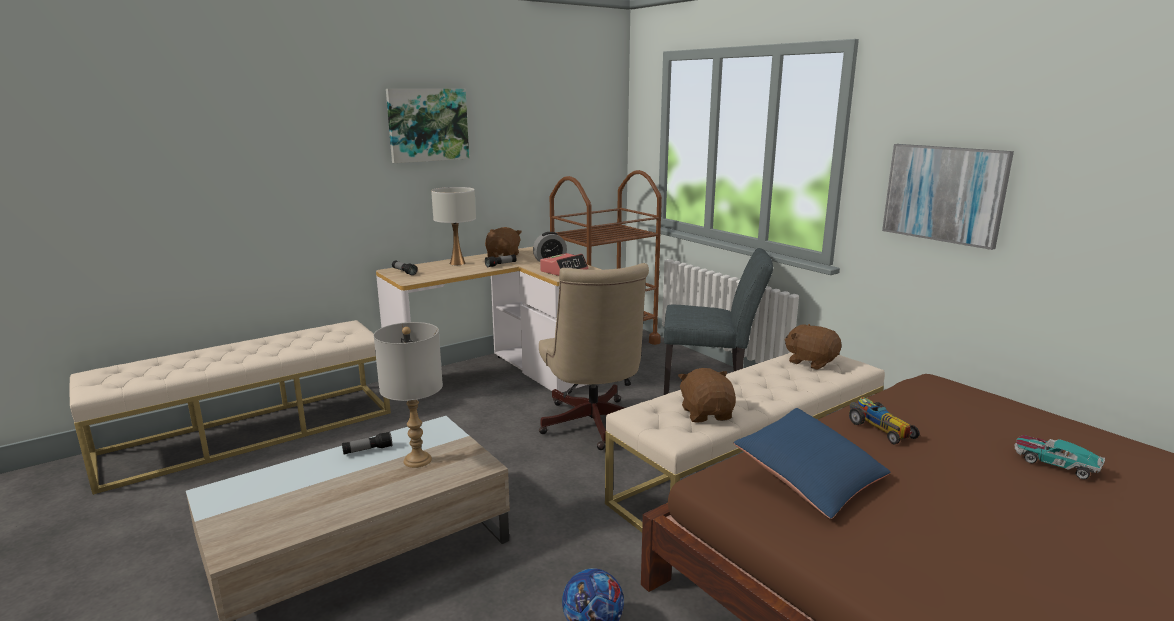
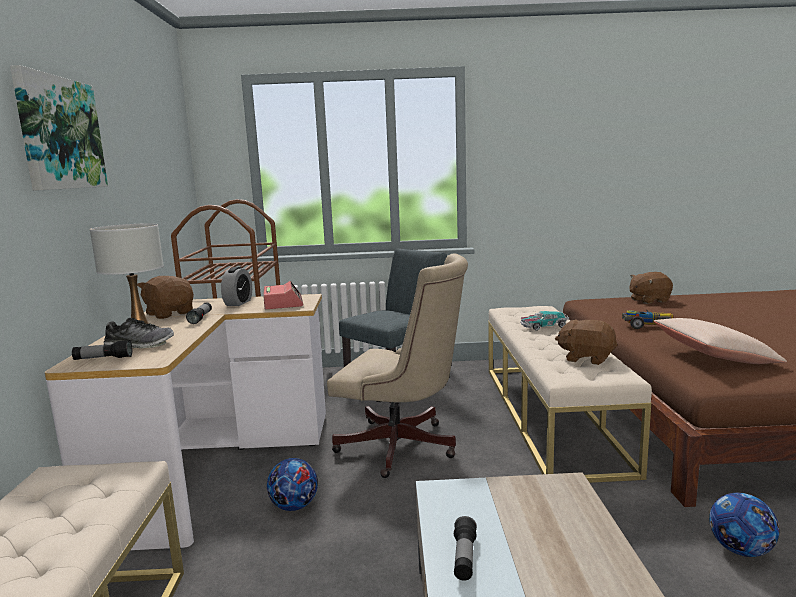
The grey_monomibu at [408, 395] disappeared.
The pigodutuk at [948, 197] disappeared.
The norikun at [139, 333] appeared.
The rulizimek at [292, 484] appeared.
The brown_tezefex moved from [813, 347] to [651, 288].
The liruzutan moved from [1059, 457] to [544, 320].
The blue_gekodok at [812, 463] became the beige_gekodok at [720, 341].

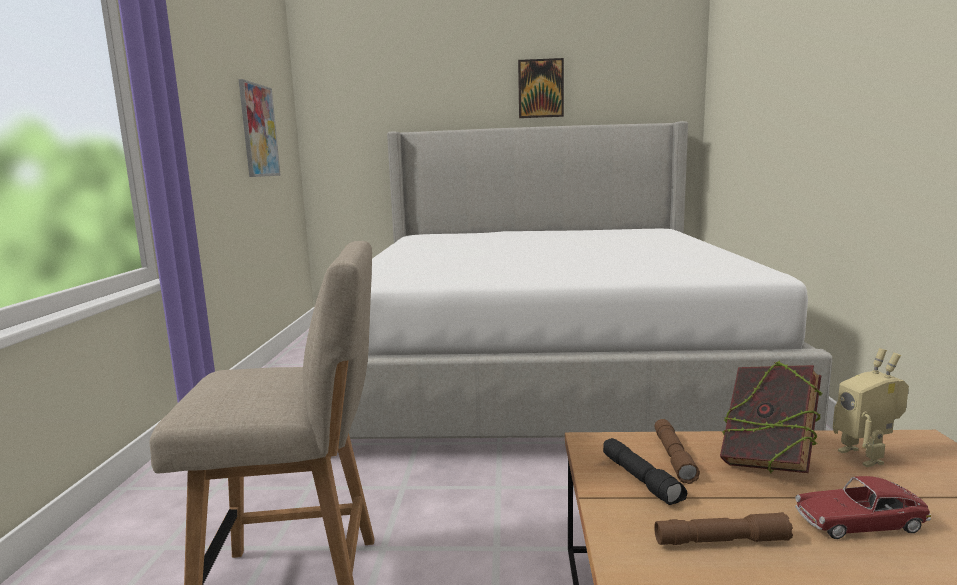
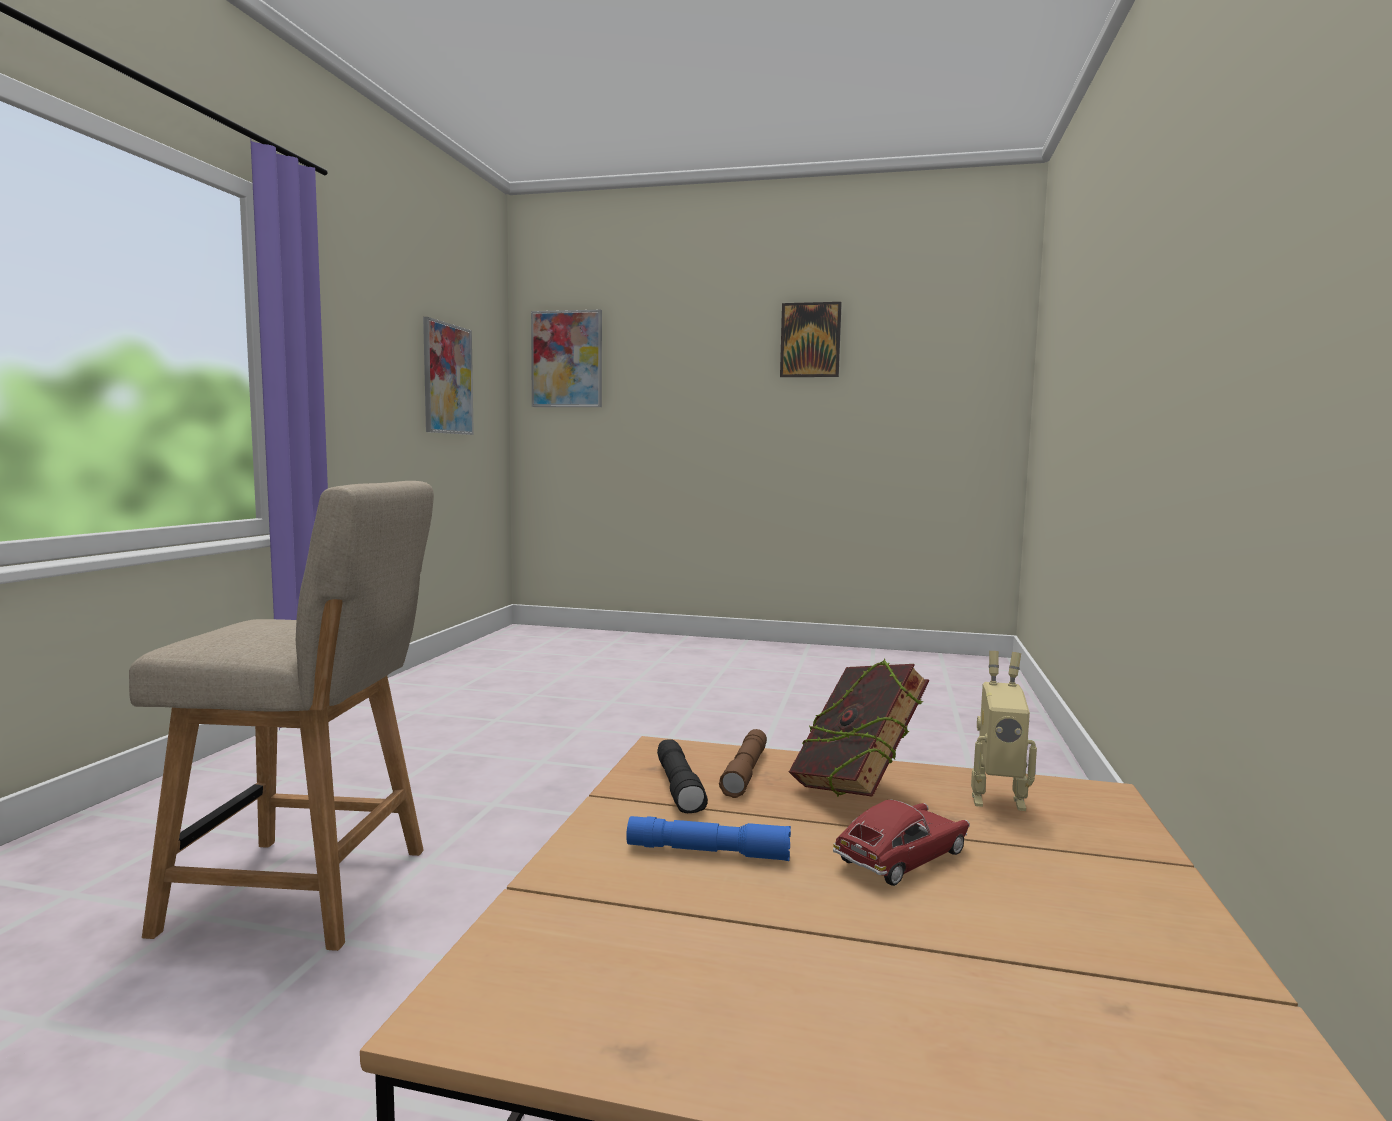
The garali at [582, 289] disappeared.
The pigodutuk at [566, 358] appeared.
The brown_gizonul at [723, 528] became the blue_gizonul at [708, 838].
The liruzutan at [863, 507] turned 135 degrees clockwise.
The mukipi at [871, 407] turned 75 degrees counterclockwise.

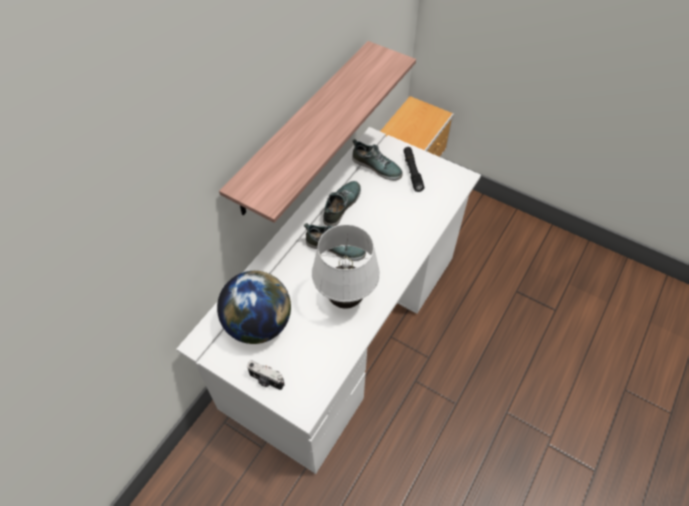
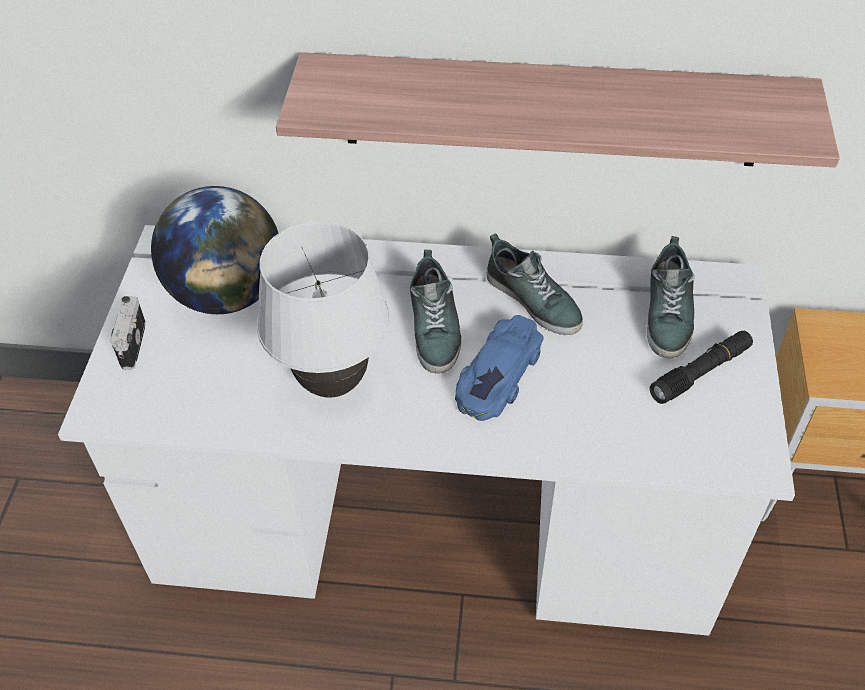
The blue_liruzutan at [499, 368] appeared.
The norikun at [342, 204] turned 45 degrees clockwise.

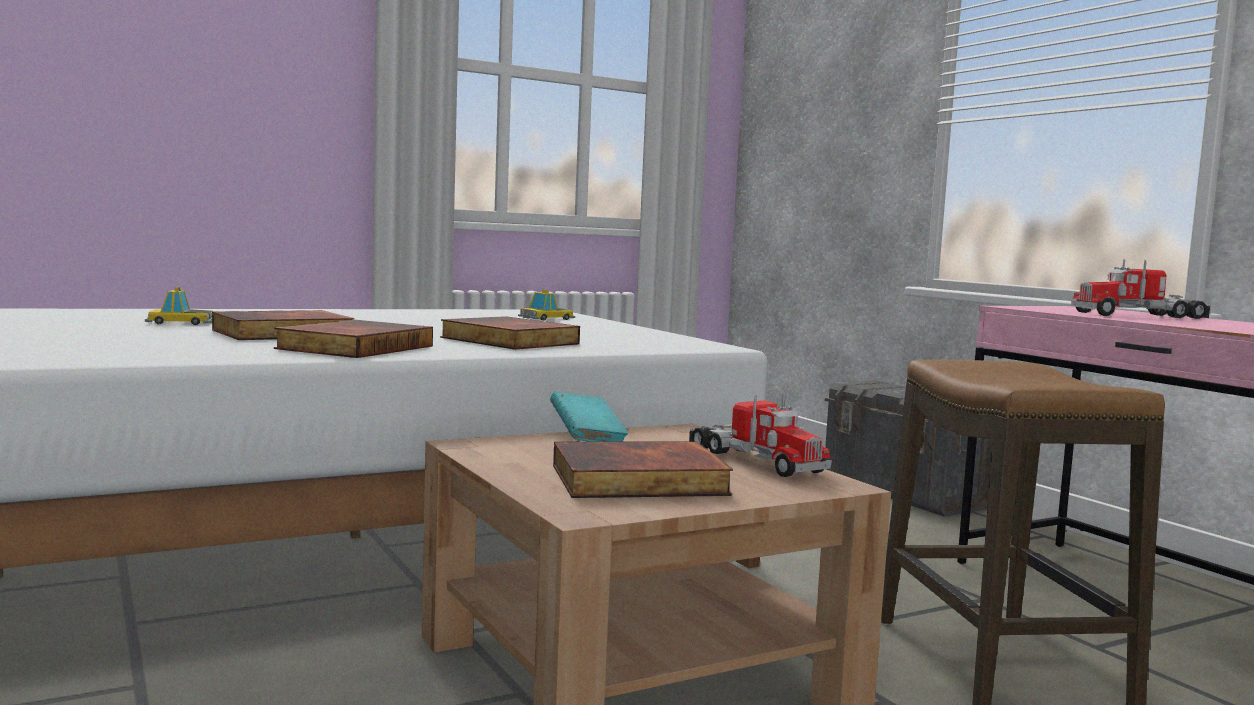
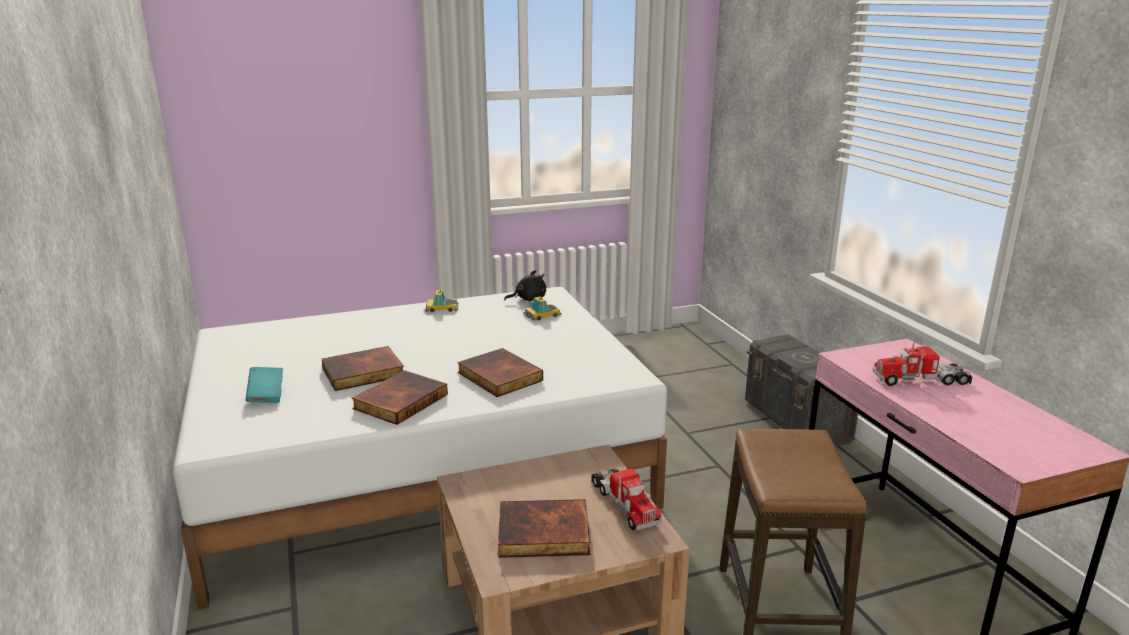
The black_tezefex at [525, 285] appeared.
The liruzutan moved from [179, 306] to [442, 300].
The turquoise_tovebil moved from [589, 417] to [264, 385].

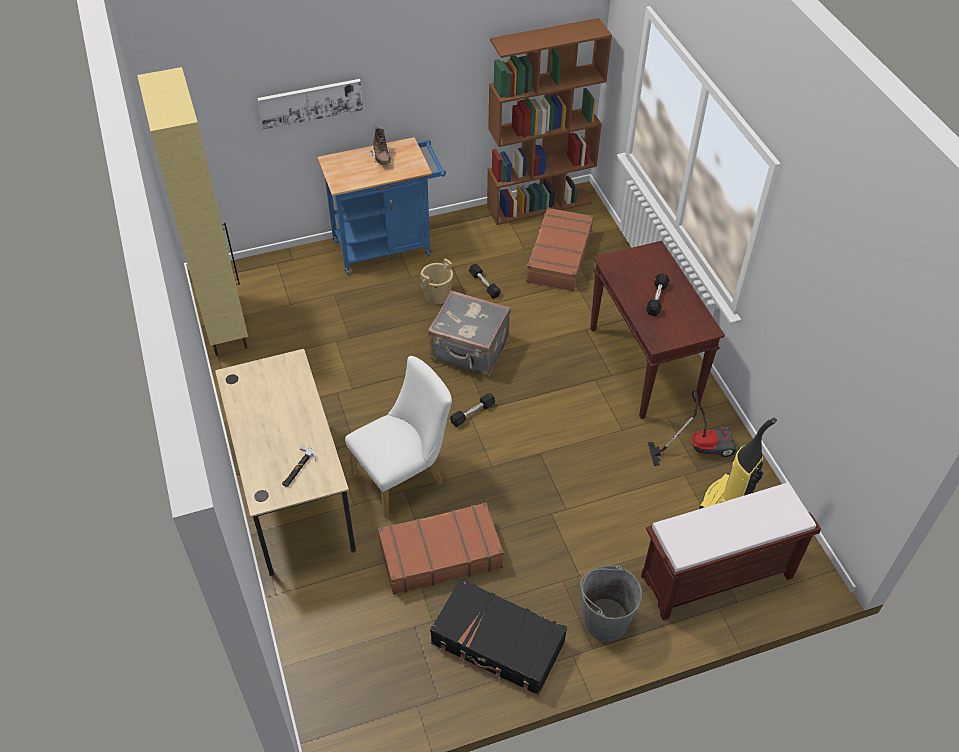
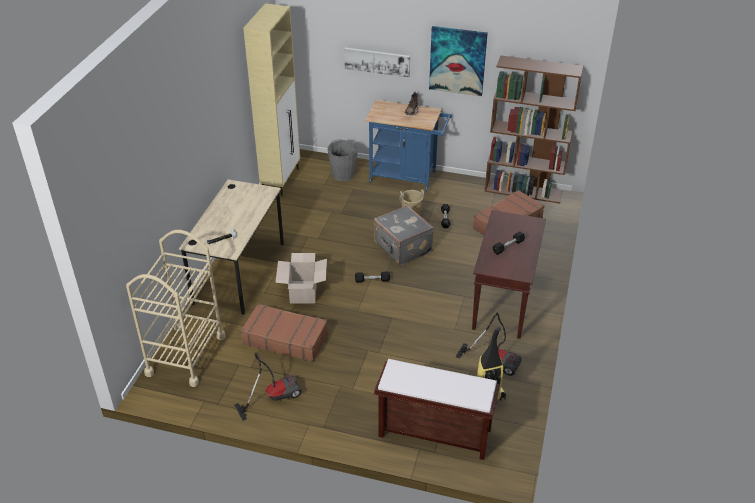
The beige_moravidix at [176, 308] appeared.
The pigodutuk at [458, 61] appeared.
The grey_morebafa moved from [611, 603] to [342, 160].
The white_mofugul at [398, 437] was replaced by the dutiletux at [301, 278].
The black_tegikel at [498, 636] was replaced by the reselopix at [268, 386].

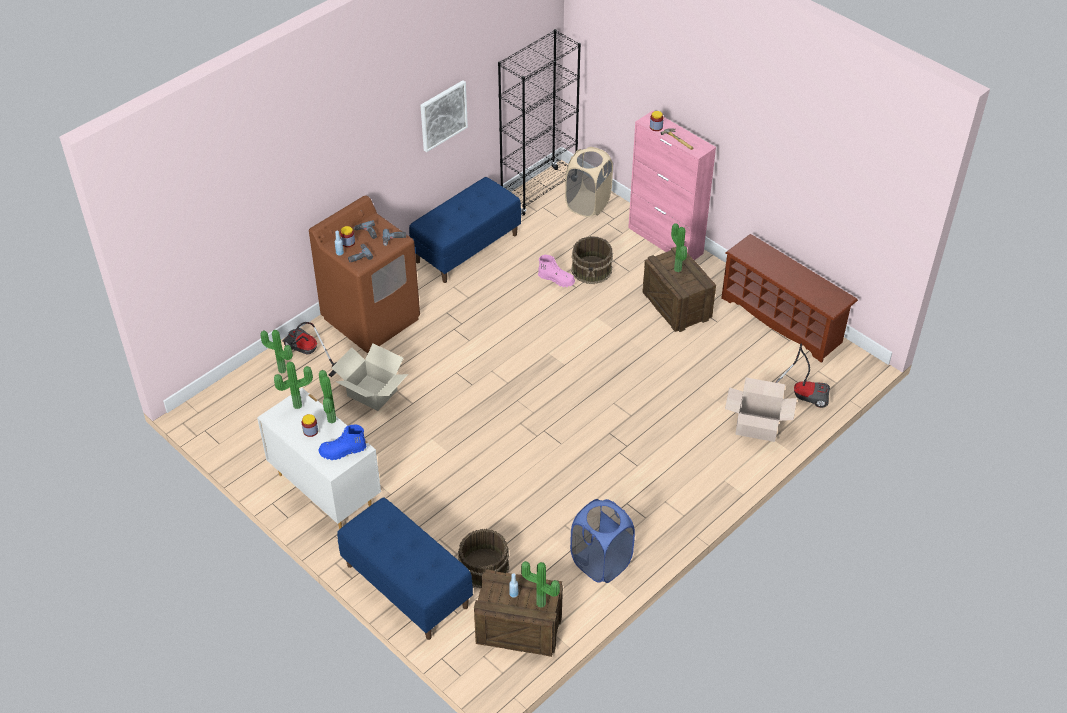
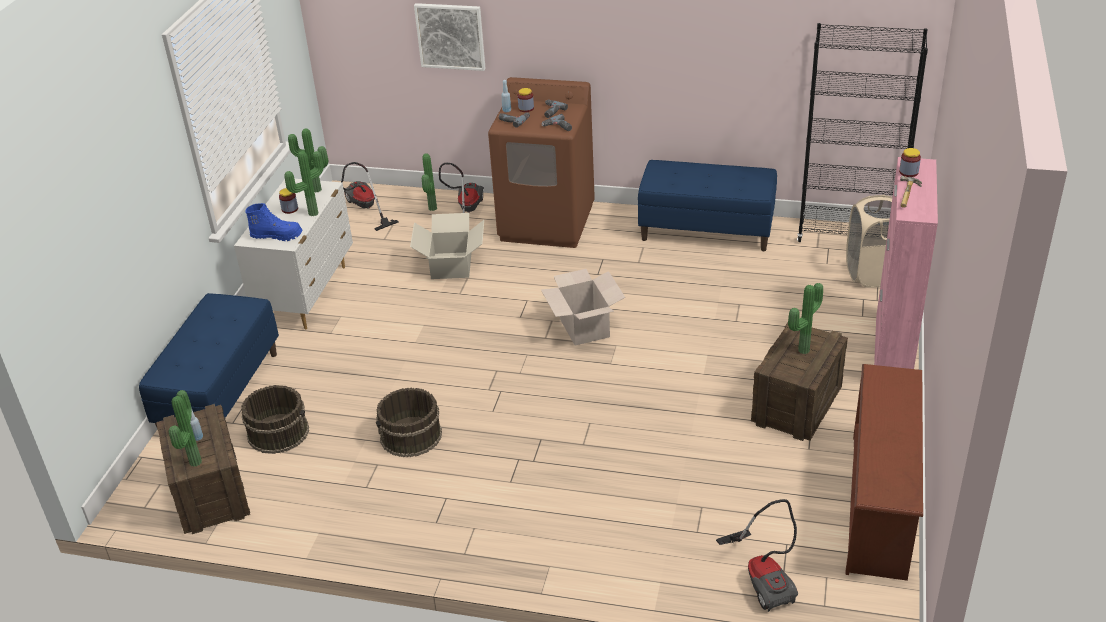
The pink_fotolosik at [556, 271] disappeared.
The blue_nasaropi at [602, 541] disappeared.
The reselopix at [370, 196] appeared.
The pigodutuk moved from [444, 116] to [450, 37].
The brown_morebafa moved from [592, 260] to [409, 422].
The dutiletux moved from [761, 409] to [583, 307].
The blue_fotolosik at [342, 442] turned 135 degrees clockwise.

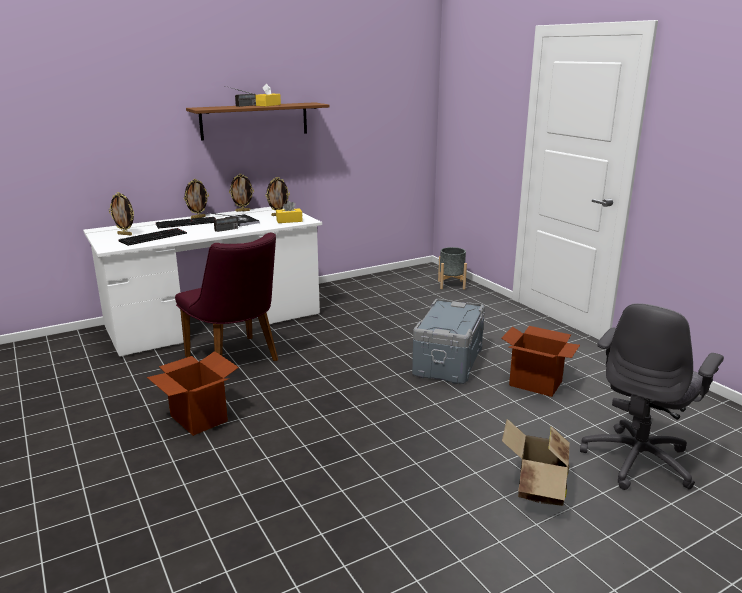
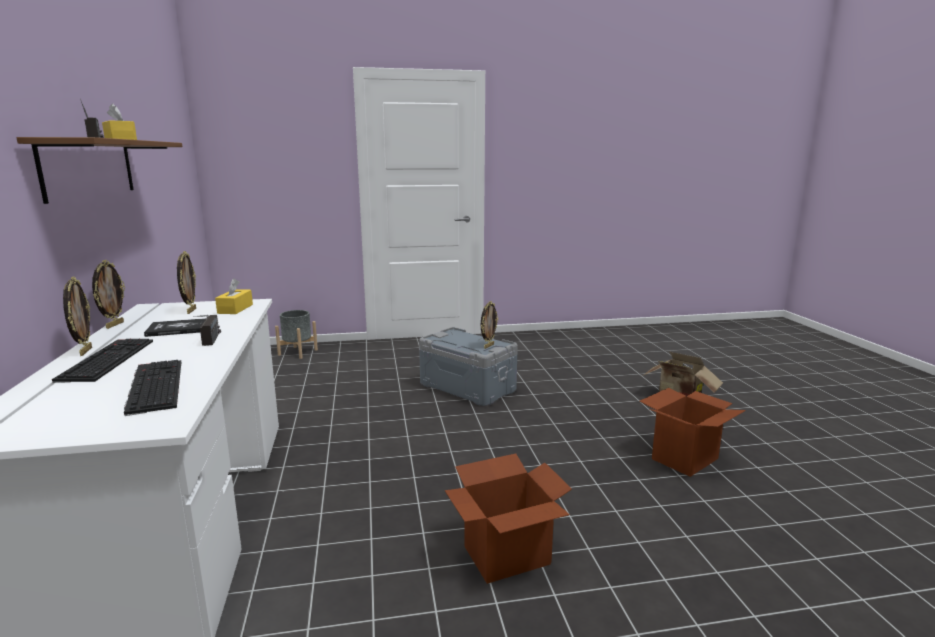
The purple_mofugul at [226, 297] disappeared.
The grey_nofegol at [652, 396] disappeared.
The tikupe moved from [121, 213] to [489, 325].
The dutiletux moved from [540, 361] to [692, 432].

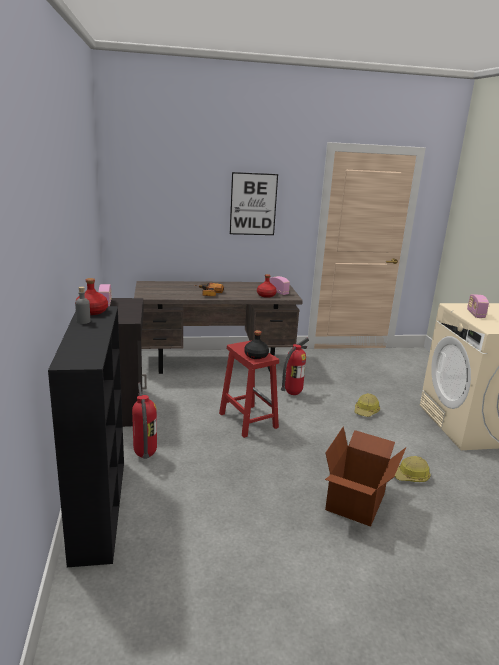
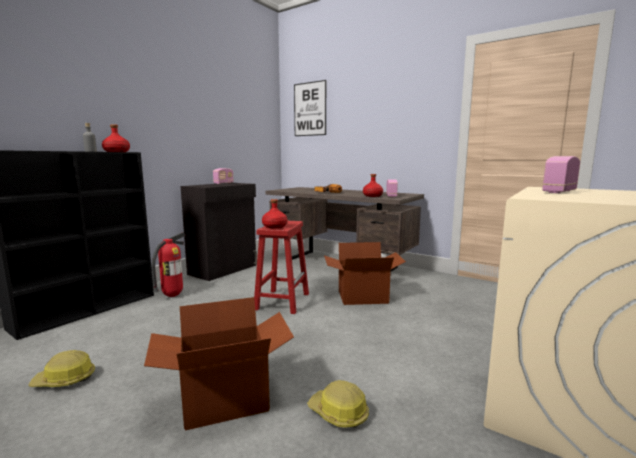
The pigodutuk moved from [254, 203] to [310, 108].
The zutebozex moved from [367, 405] to [61, 368].
The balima at [295, 366] was replaced by the dutiletux at [365, 273].
The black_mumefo at [256, 344] became the red_mumefo at [275, 213].

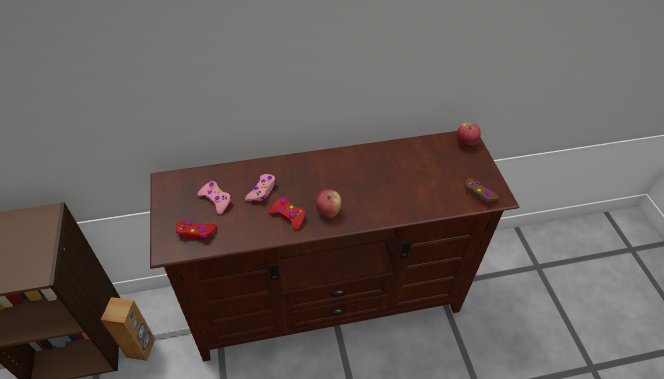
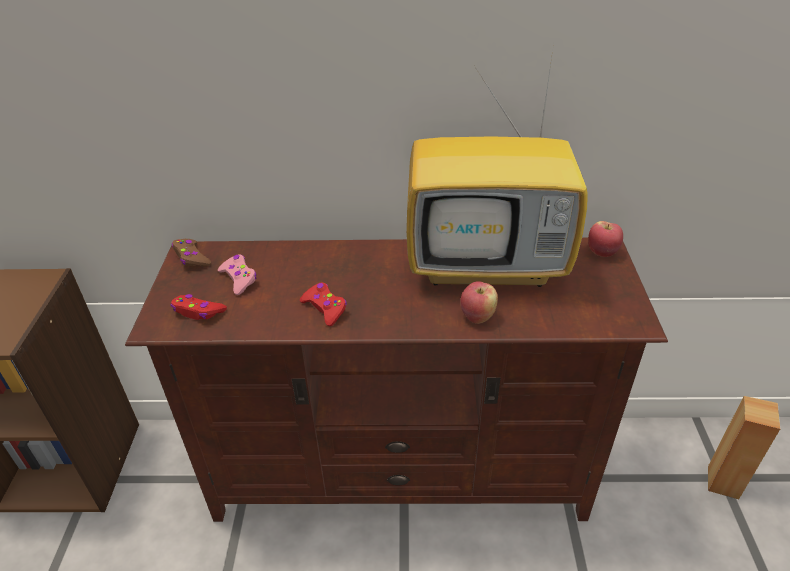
The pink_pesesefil at [260, 187] disappeared.
The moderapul at [497, 162] appeared.
The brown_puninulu moved from [128, 329] to [744, 447].
The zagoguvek moved from [329, 204] to [479, 302].
The brown_pesesefil moved from [482, 190] to [191, 253].

